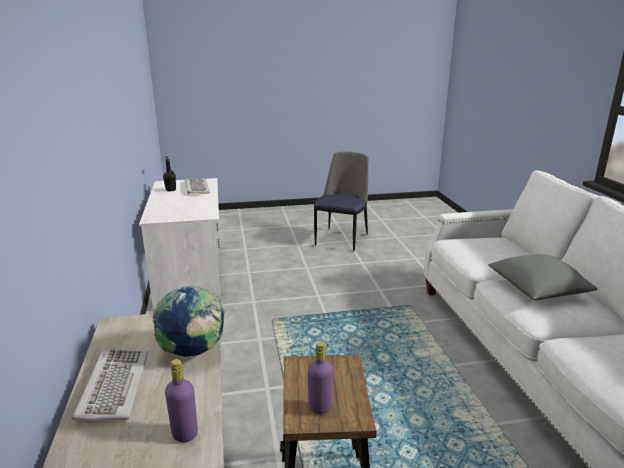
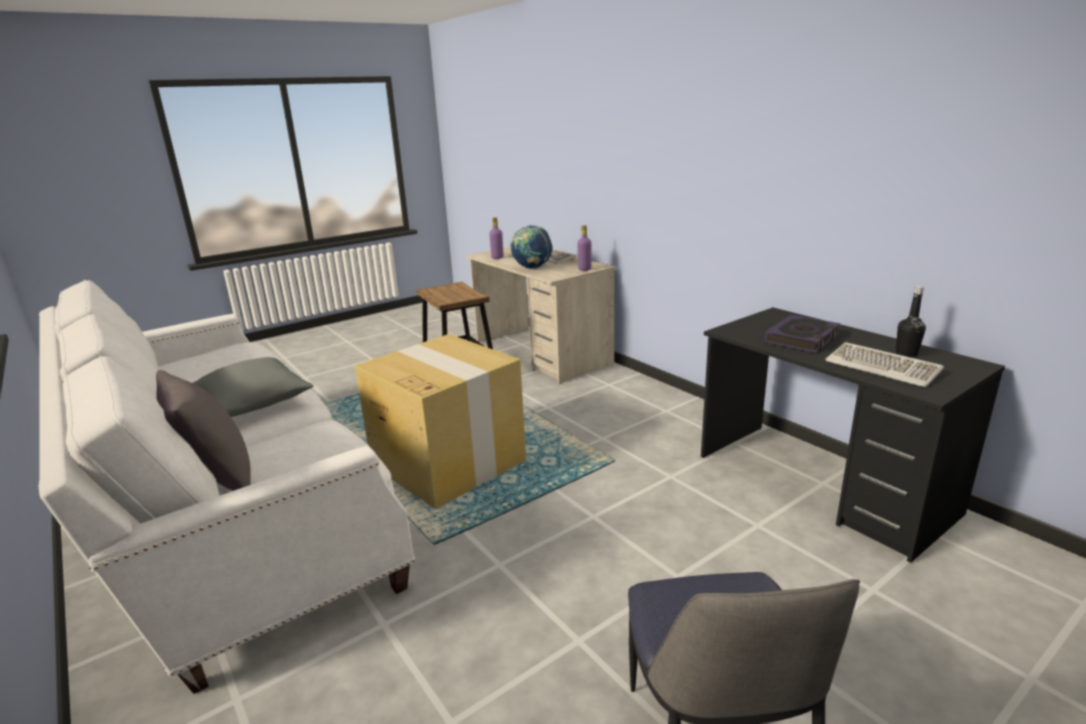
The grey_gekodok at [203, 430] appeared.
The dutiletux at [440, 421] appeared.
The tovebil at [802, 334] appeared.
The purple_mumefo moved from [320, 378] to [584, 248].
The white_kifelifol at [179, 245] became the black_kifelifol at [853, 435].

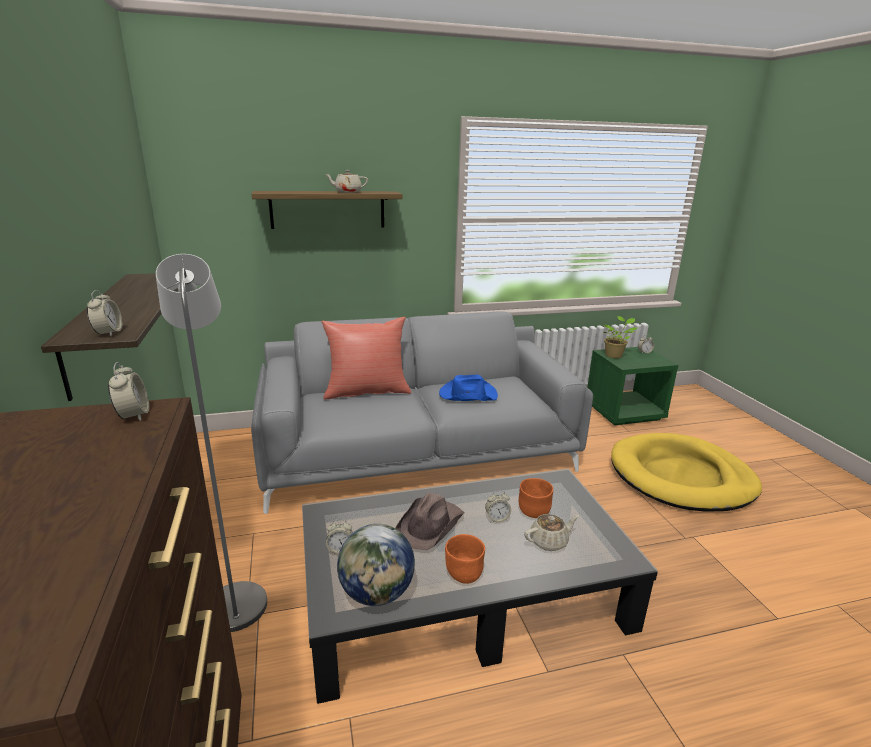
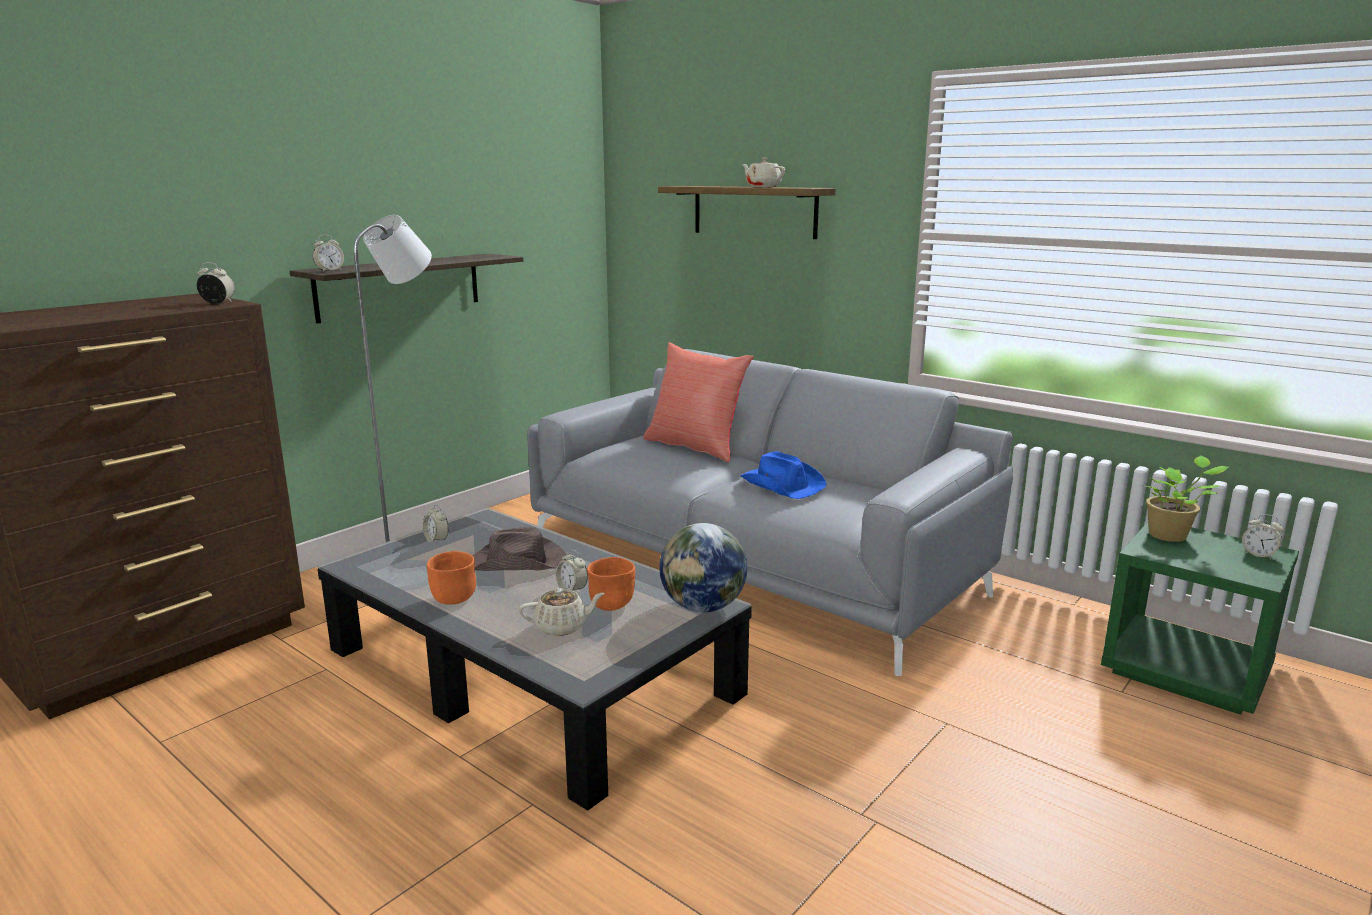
The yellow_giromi at [686, 472] disappeared.
The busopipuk moved from [376, 565] to [703, 568].
The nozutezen at [128, 391] turned 120 degrees counterclockwise.
The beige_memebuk at [551, 532] turned 45 degrees counterclockwise.

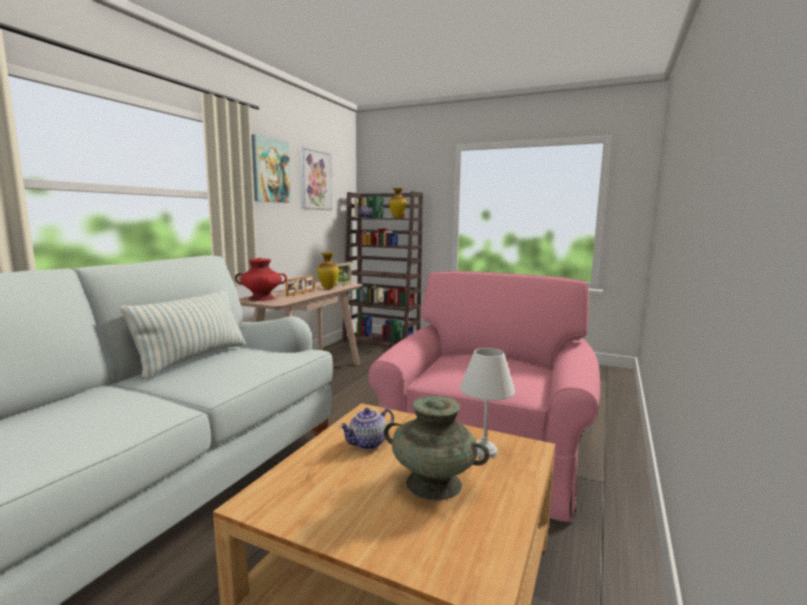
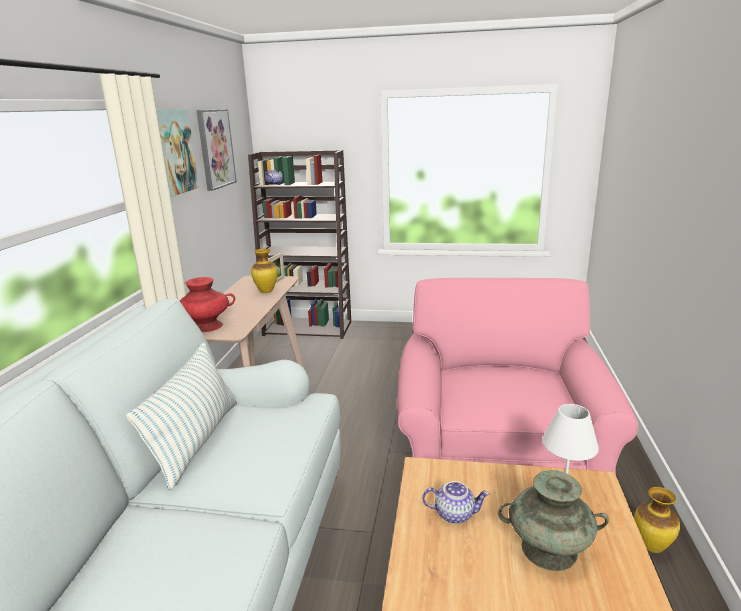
The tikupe at [300, 285] disappeared.
The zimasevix moved from [398, 203] to [657, 520].
The memebuk at [366, 429] turned 120 degrees counterclockwise.

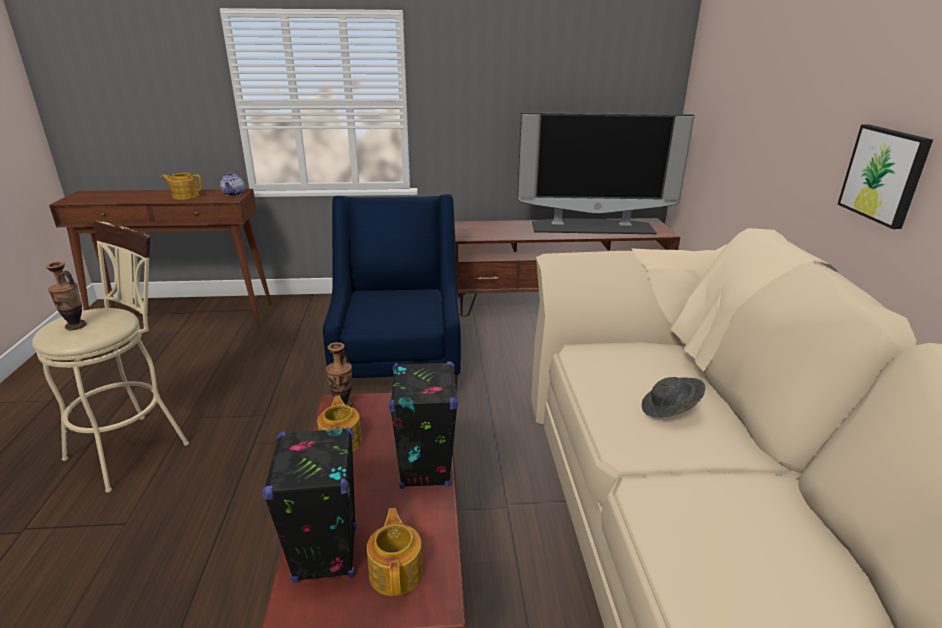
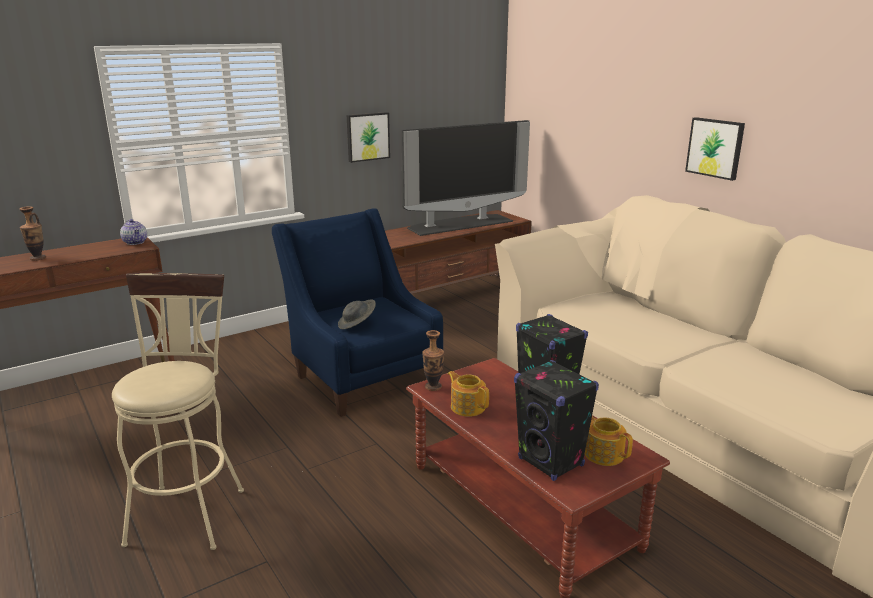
The memebuk at [182, 186] disappeared.
The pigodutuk at [368, 137] appeared.
The zimasevix moved from [66, 296] to [33, 233].
The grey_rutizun moved from [673, 397] to [357, 314].

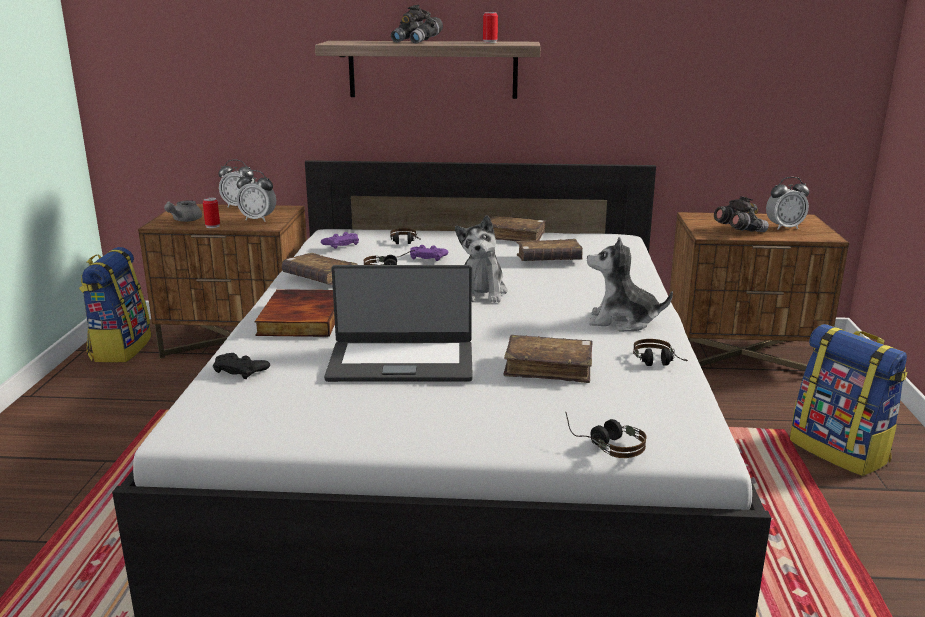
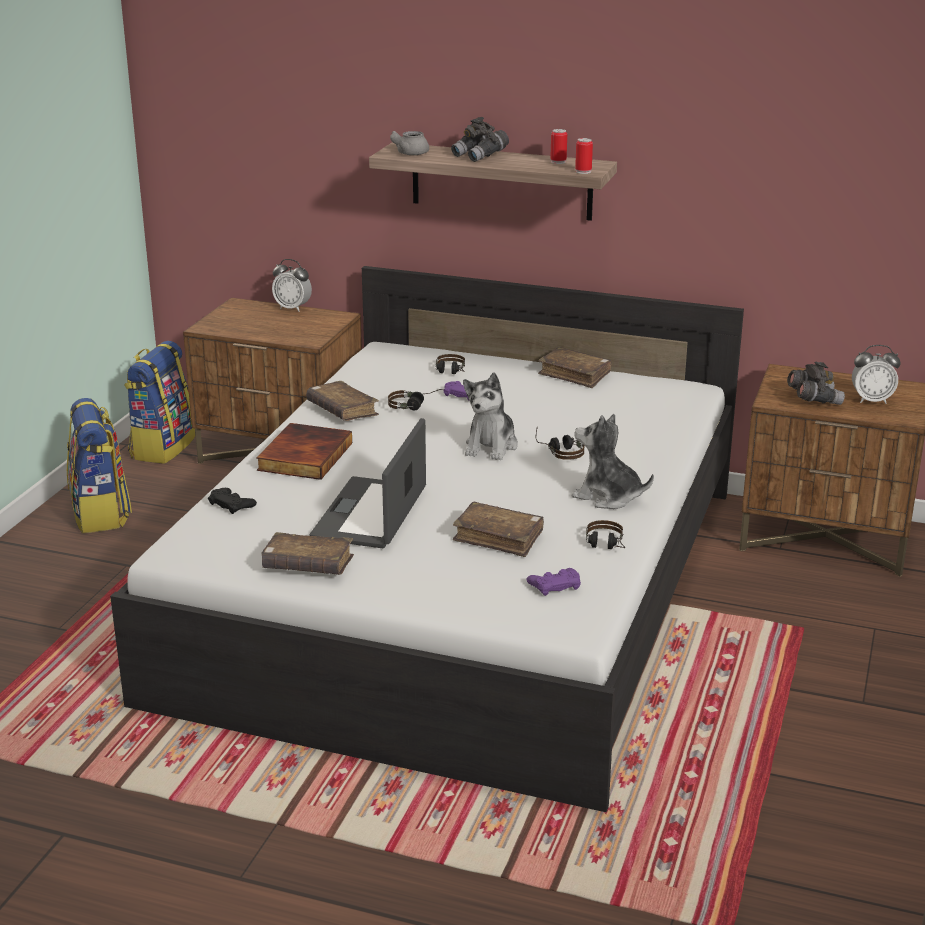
The nozutezen at [256, 196] disappeared.
The grey_memebuk moved from [183, 211] to [409, 143].
The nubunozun moved from [211, 212] to [584, 156].
The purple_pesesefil moved from [340, 240] to [553, 582].
The brown_tovebil moved from [550, 250] to [308, 553].
The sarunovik moved from [606, 435] to [560, 444].
The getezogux moved from [849, 400] to [99, 465].
The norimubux at [398, 323] turned 90 degrees clockwise.

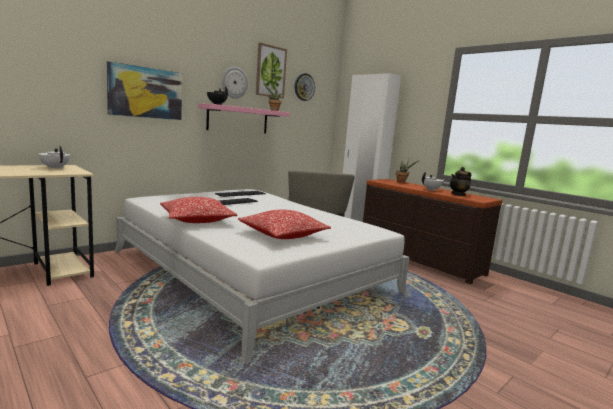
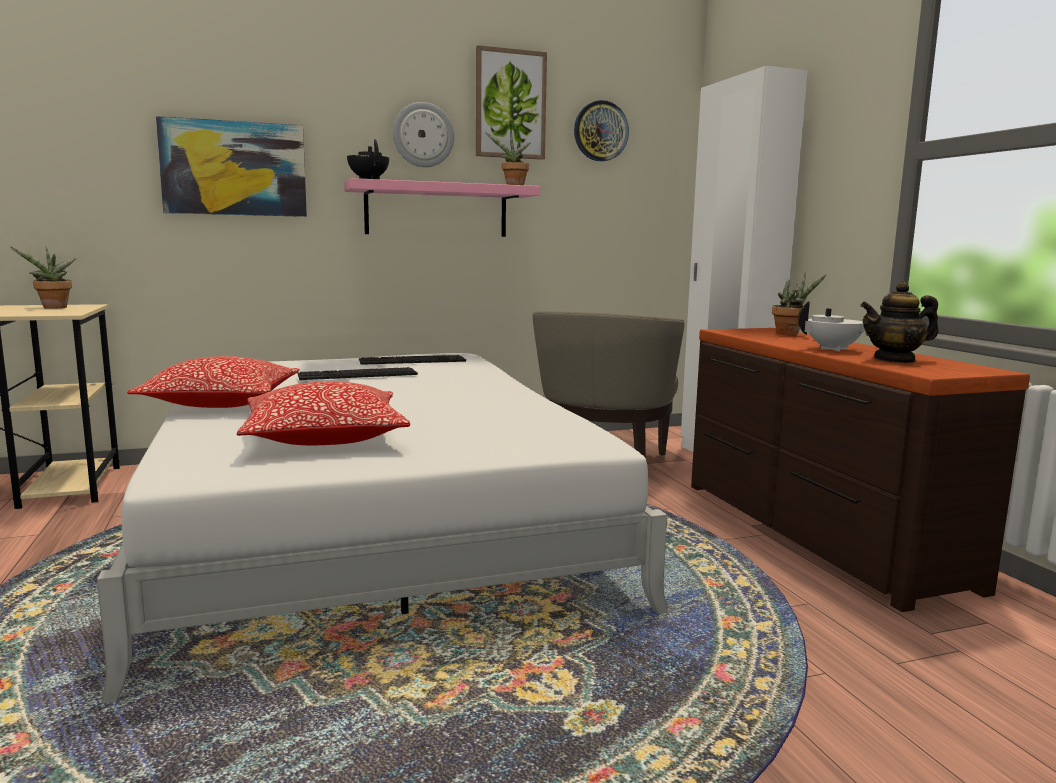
The white_memebuk at [54, 157] was replaced by the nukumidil at [44, 278].

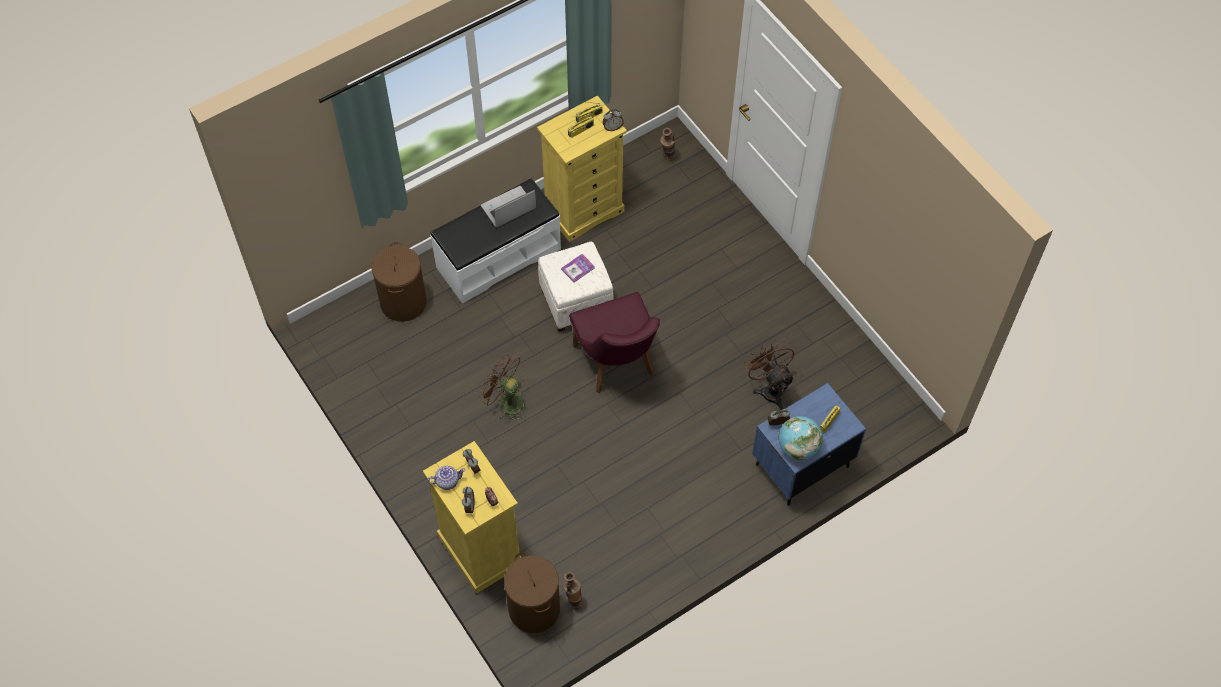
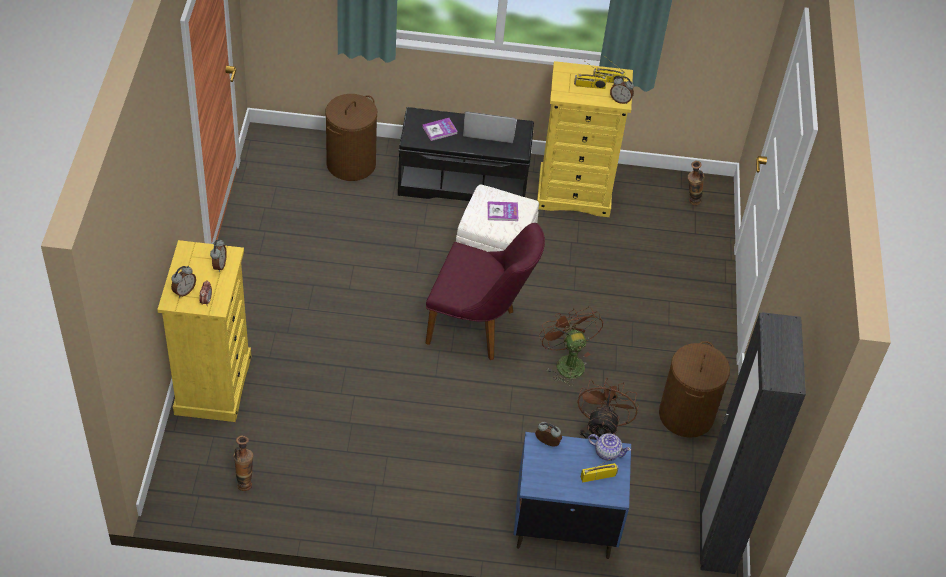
The busopipuk at [800, 438] disappeared.
The tovebil at [440, 129] appeared.
The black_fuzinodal at [753, 443] appeared.
The memebuk moved from [446, 478] to [609, 447].
The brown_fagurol moved from [502, 388] to [571, 347].
The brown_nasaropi moved from [532, 592] to [694, 389].
The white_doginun at [495, 241] became the black_doginun at [466, 154].
The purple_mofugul at [614, 342] turned 90 degrees counterclockwise.

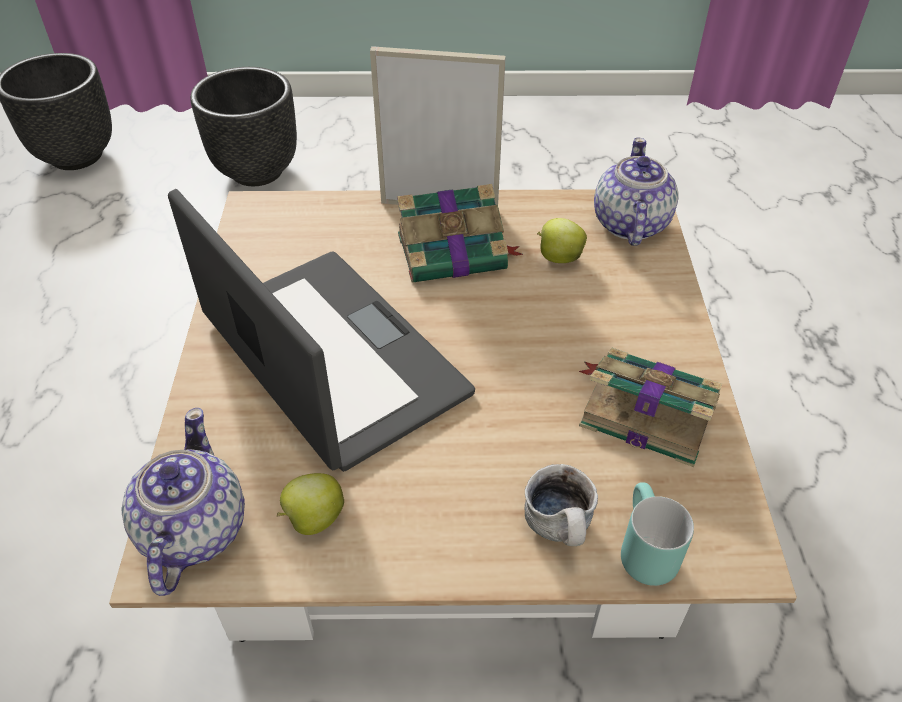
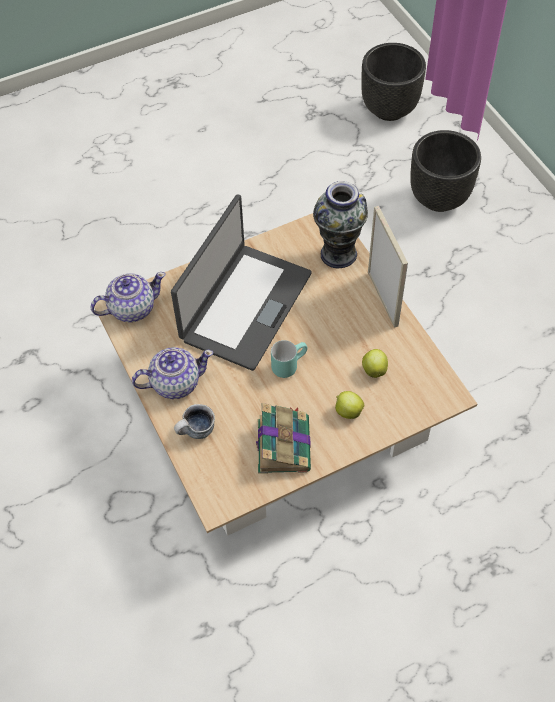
The tovebil at [460, 233] disappeared.
The zimasevix at [340, 224] appeared.
The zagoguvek moved from [310, 504] to [349, 405].
The memebuk moved from [636, 192] to [173, 373].
The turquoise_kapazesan moved from [657, 534] to [289, 359].

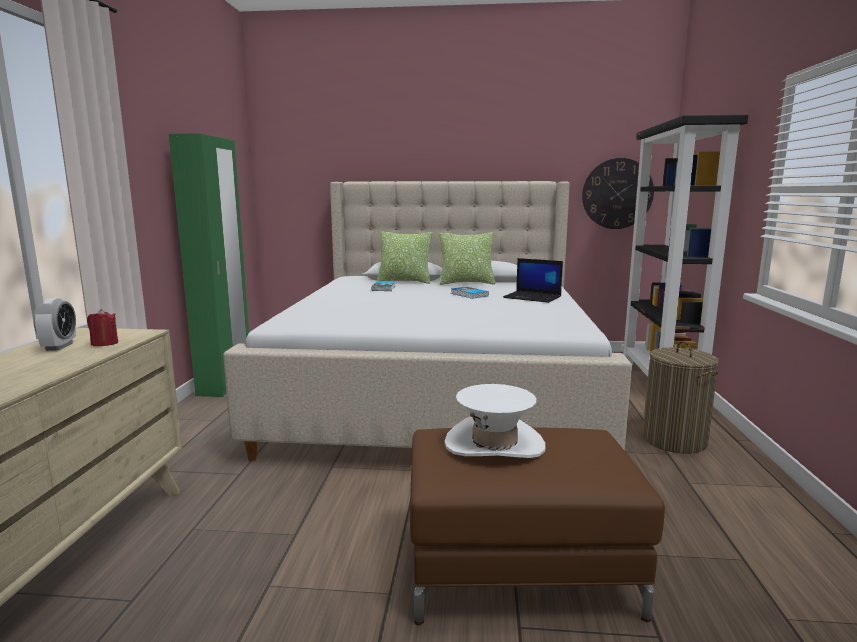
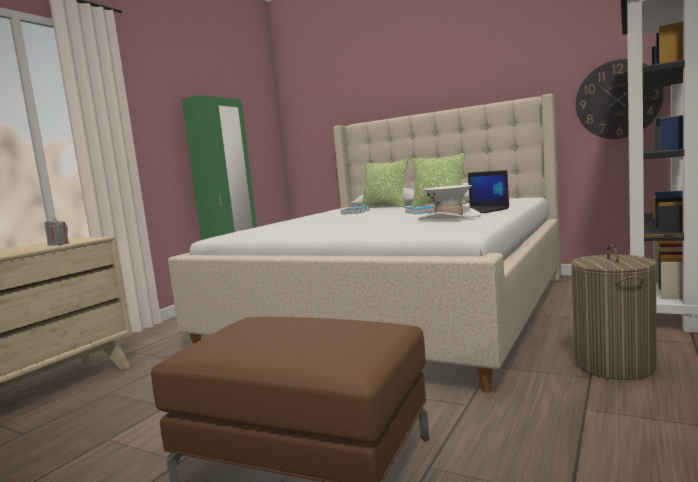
The nozutezen at [54, 324] disappeared.
The white_rutizun moved from [494, 421] to [449, 202].
The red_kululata at [102, 327] became the grey_kululata at [57, 232].

